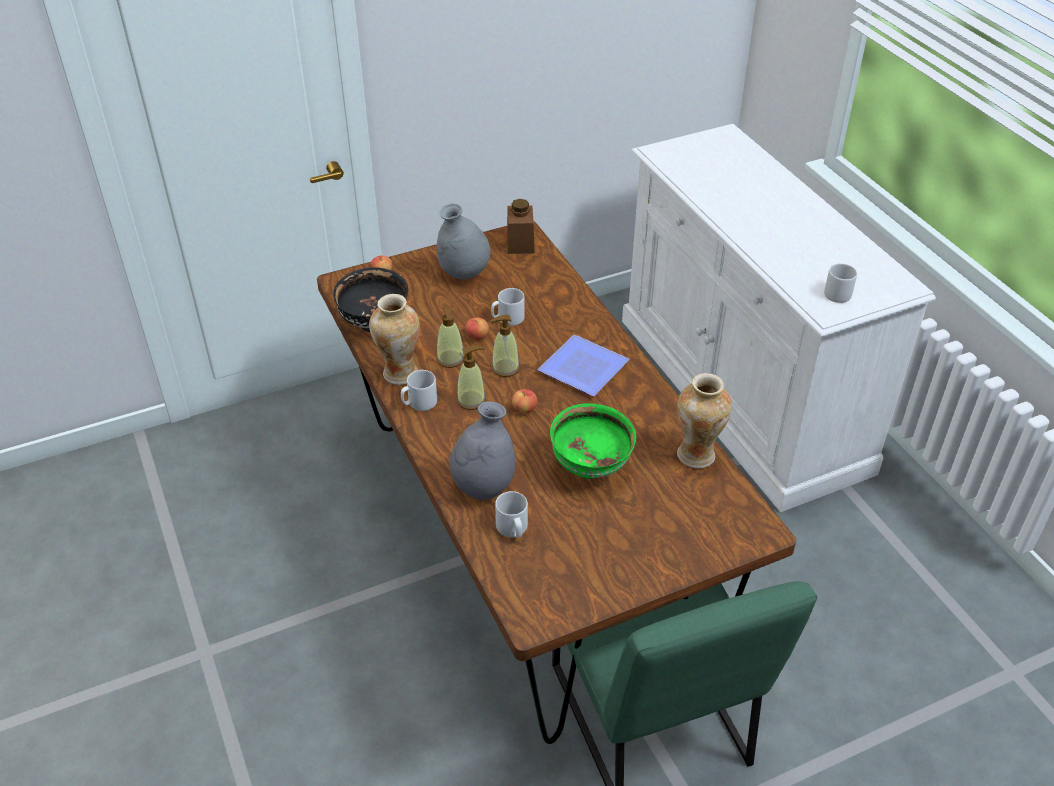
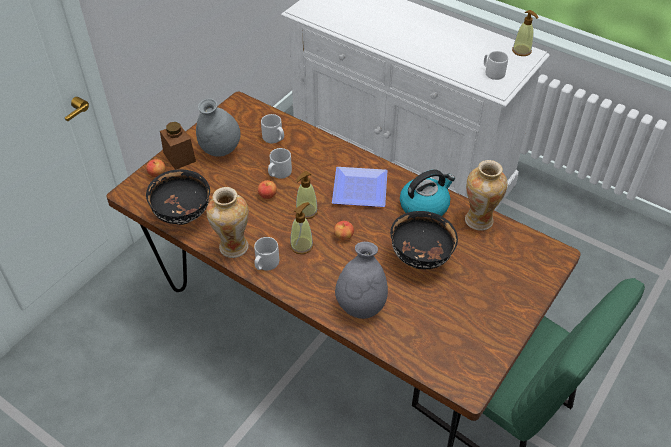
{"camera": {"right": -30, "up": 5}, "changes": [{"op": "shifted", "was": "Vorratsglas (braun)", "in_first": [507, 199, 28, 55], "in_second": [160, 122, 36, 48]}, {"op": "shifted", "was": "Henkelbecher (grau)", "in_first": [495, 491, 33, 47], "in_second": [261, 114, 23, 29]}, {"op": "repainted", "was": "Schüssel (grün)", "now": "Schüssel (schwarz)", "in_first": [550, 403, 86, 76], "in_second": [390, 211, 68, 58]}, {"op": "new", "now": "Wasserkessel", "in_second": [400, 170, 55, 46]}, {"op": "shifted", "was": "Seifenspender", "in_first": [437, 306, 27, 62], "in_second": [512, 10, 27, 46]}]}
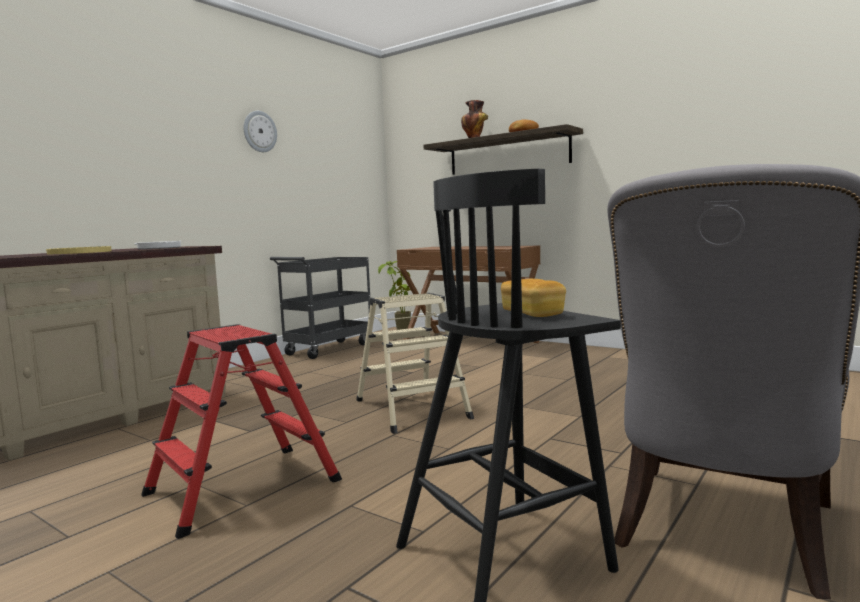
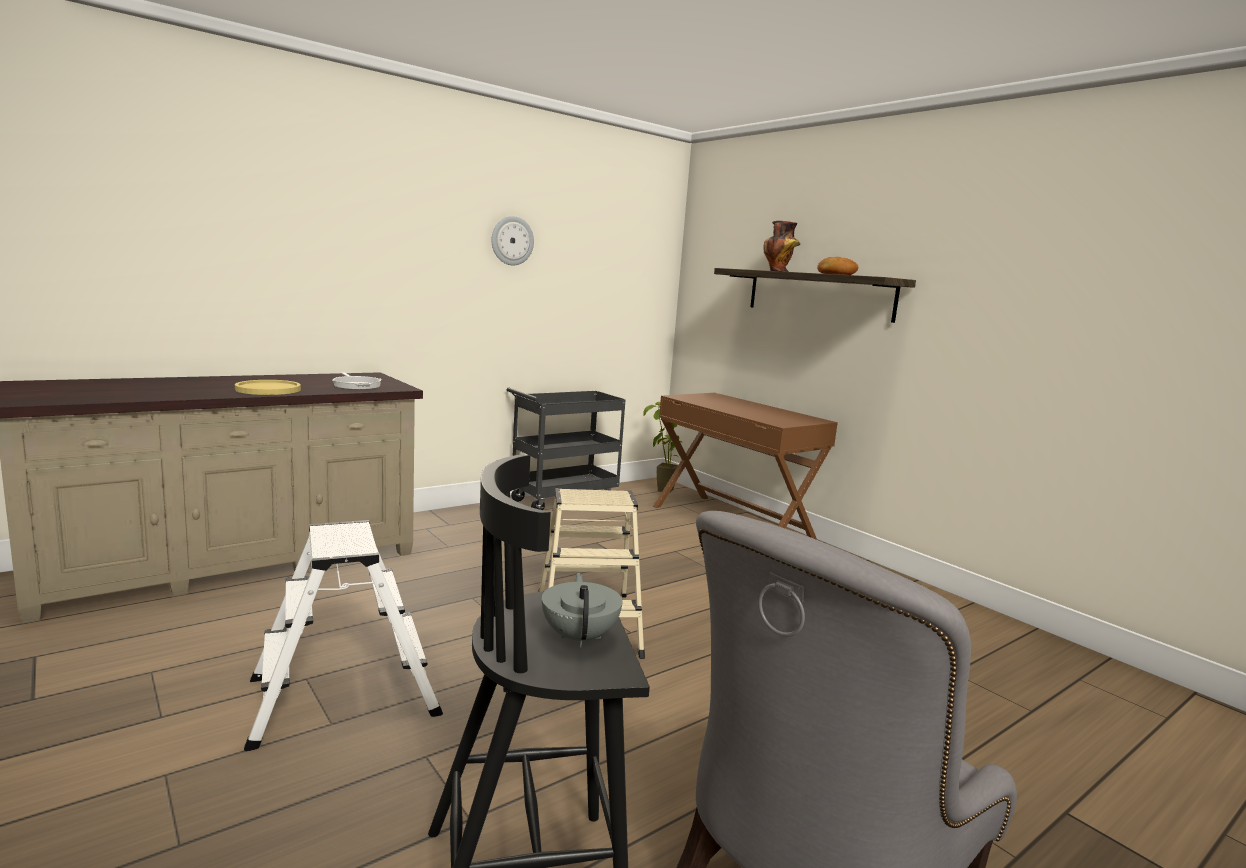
{"camera": {"right": 15, "up": 5}, "changes": [{"op": "repainted", "was": "Trittleiter (rot)", "now": "Trittleiter (weiß)", "in_first": [141, 324, 201, 215], "in_second": [244, 520, 199, 231]}, {"op": "swapped", "was": "Brot", "now": "Teekanne (grau)", "in_first": [501, 279, 65, 38], "in_second": [542, 573, 80, 74]}]}
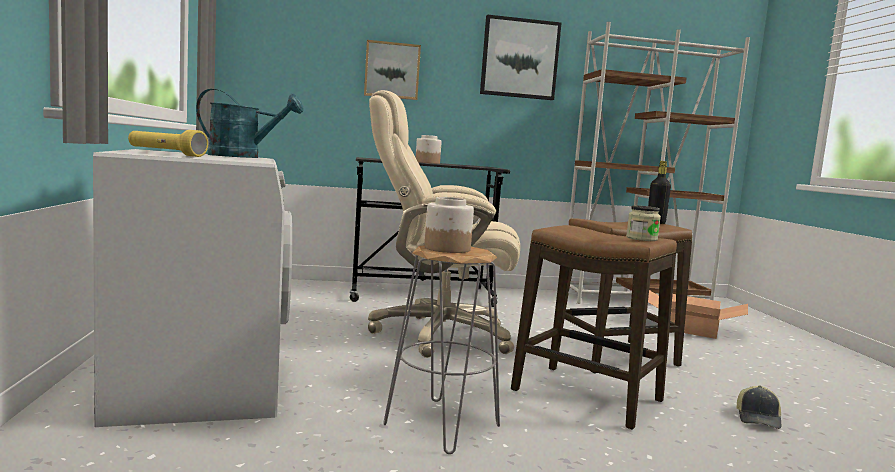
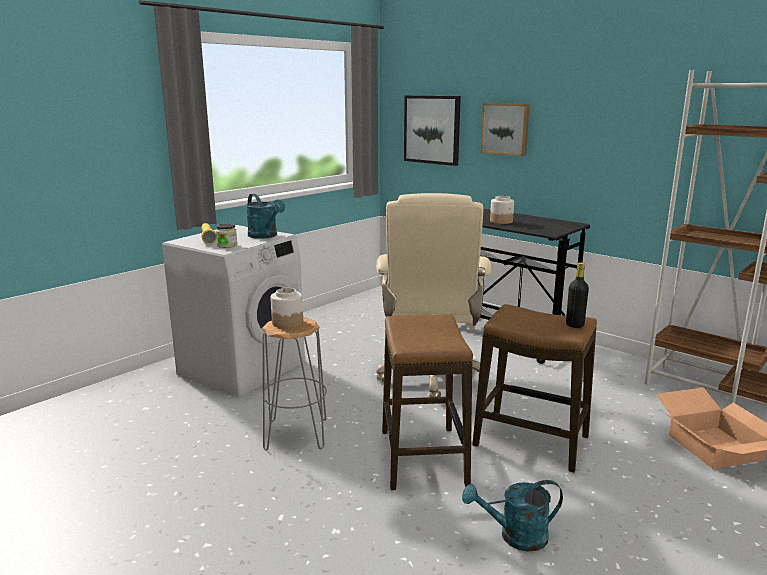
{"camera": {"right": 50, "up": 10}, "changes": [{"op": "shifted", "was": "Vorratsglas", "in_first": [626, 205, 35, 36], "in_second": [216, 224, 21, 24]}, {"op": "rotated", "was": "Bürostuhl (beige)", "in_first": [368, 90, 152, 268], "in_second": [376, 193, 115, 204], "clockwise": -135}, {"op": "shifted", "was": "Bild", "in_first": [480, 14, 81, 86], "in_second": [404, 95, 57, 71]}, {"op": "swapped", "was": "Kappe", "now": "Gießkanne (türkis)", "in_first": [736, 386, 45, 43], "in_second": [462, 480, 101, 71]}]}
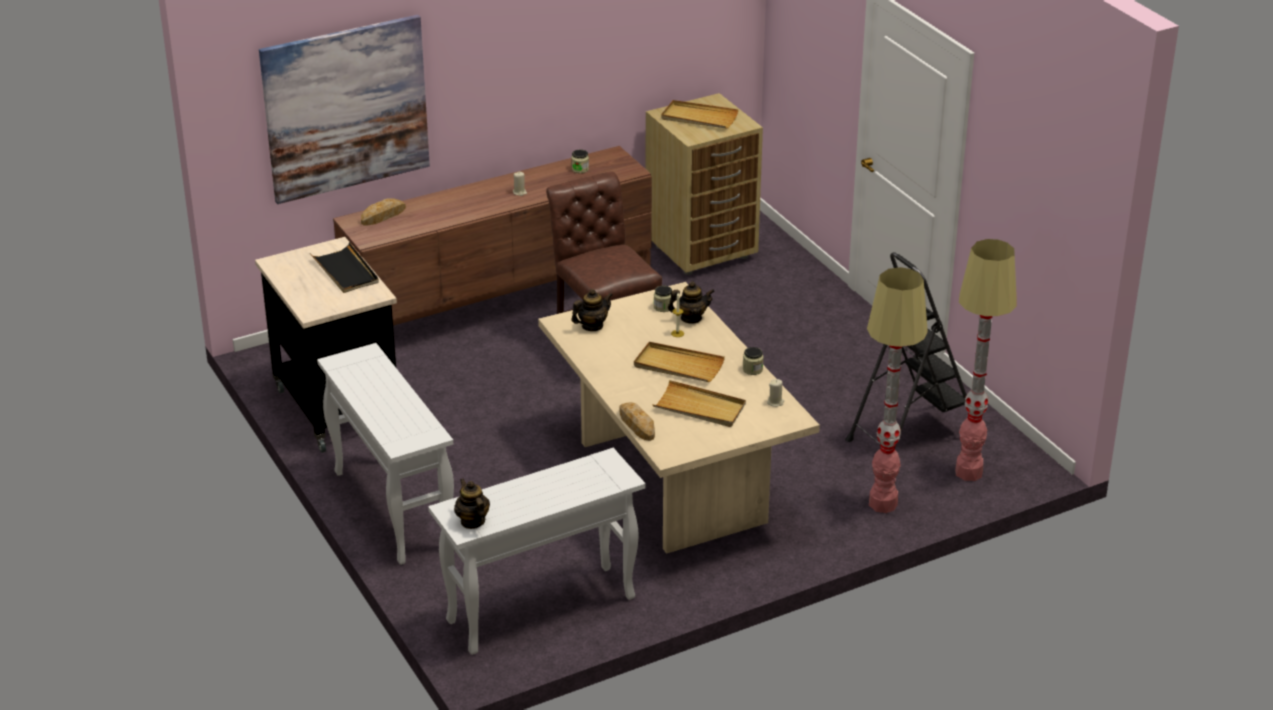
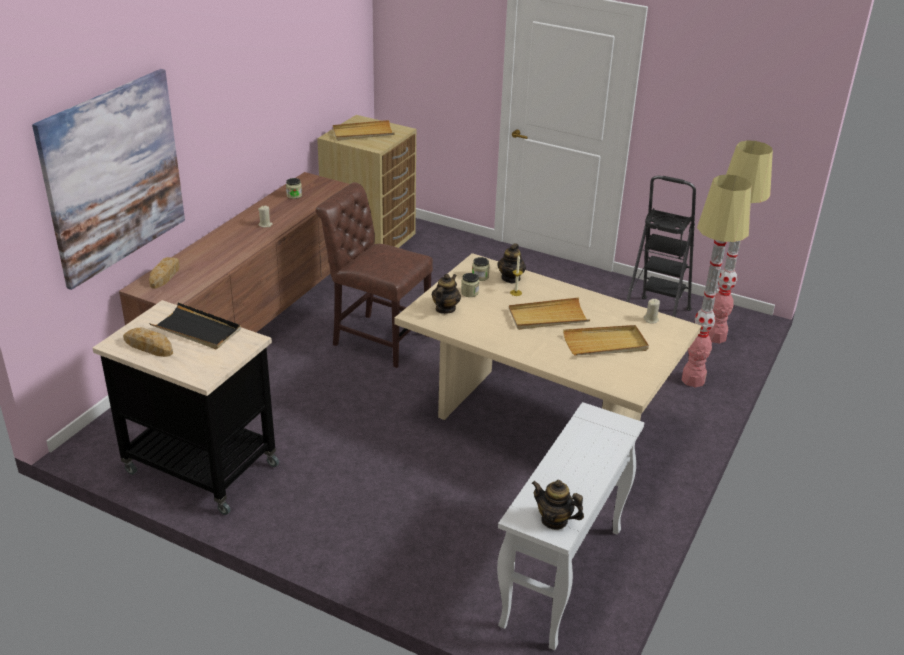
{"camera": {"right": -35, "up": 0}, "changes": [{"op": "shifted", "was": "Brot", "in_first": [619, 402, 36, 39], "in_second": [123, 328, 50, 29]}, {"op": "shifted", "was": "Vorratsglas", "in_first": [743, 347, 20, 28], "in_second": [461, 273, 18, 24]}, {"op": "rotated", "was": "Teekanne", "in_first": [668, 281, 47, 43], "in_second": [497, 243, 29, 40], "clockwise": 150}, {"op": "gone", "was": "Konsolentisch (weiß)", "in_first": [317, 343, 137, 222]}]}
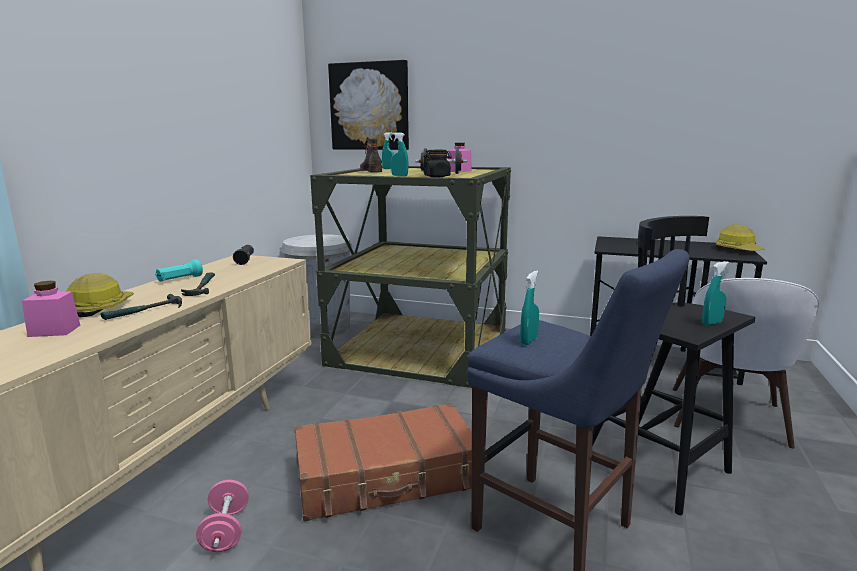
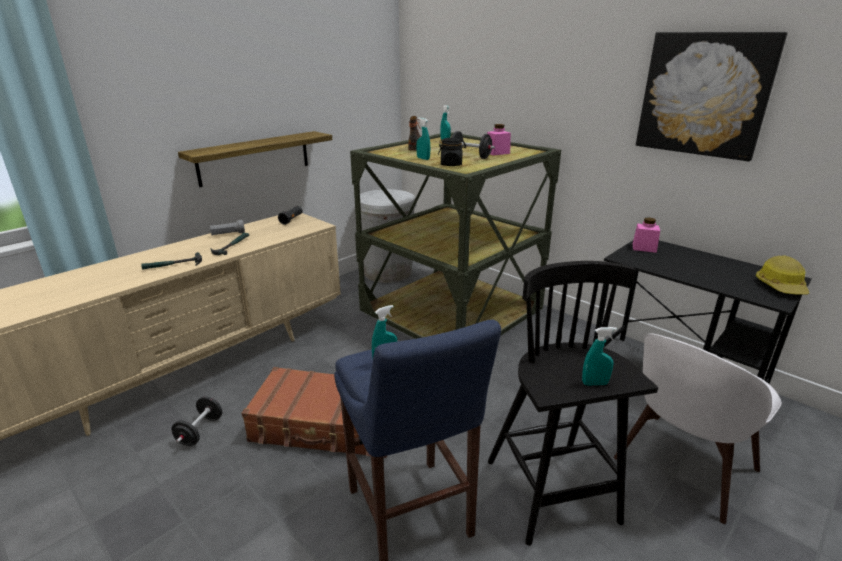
{"camera": {"right": 25, "up": 10}, "changes": [{"op": "repainted", "was": "Hantel (rosa)", "now": "Hantel (schwarz)", "in_first": [196, 480, 53, 72], "in_second": [171, 396, 51, 50]}, {"op": "new", "now": "Wandregal", "in_second": [178, 131, 154, 56]}, {"op": "repainted", "was": "Taschenlampe (türkis)", "now": "Taschenlampe (grau)", "in_first": [155, 259, 48, 23], "in_second": [210, 220, 35, 15]}, {"op": "shifted", "was": "Vorratsglas (rosa)", "in_first": [22, 281, 58, 56], "in_second": [632, 218, 28, 35]}, {"op": "shifted", "was": "Bild", "in_first": [328, 60, 81, 90], "in_second": [636, 32, 151, 129]}, {"op": "gone", "was": "Schutzhelm", "in_first": [66, 273, 68, 44]}]}
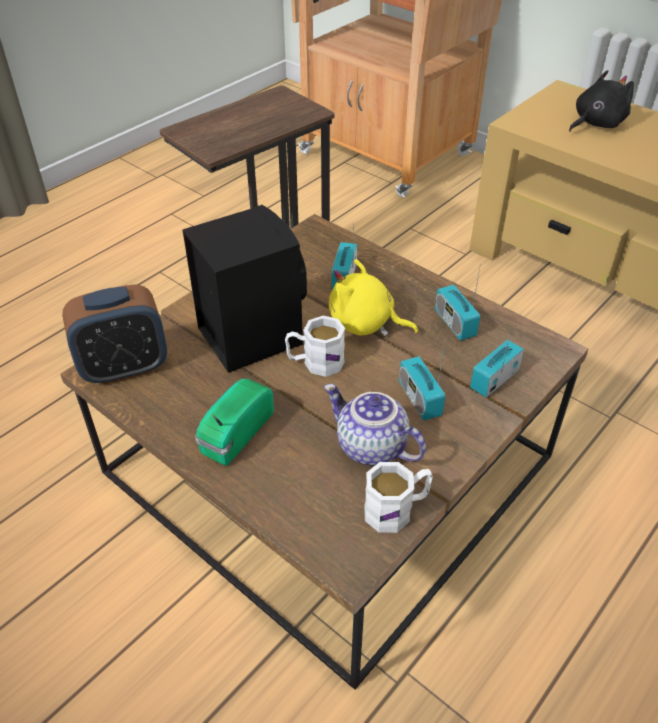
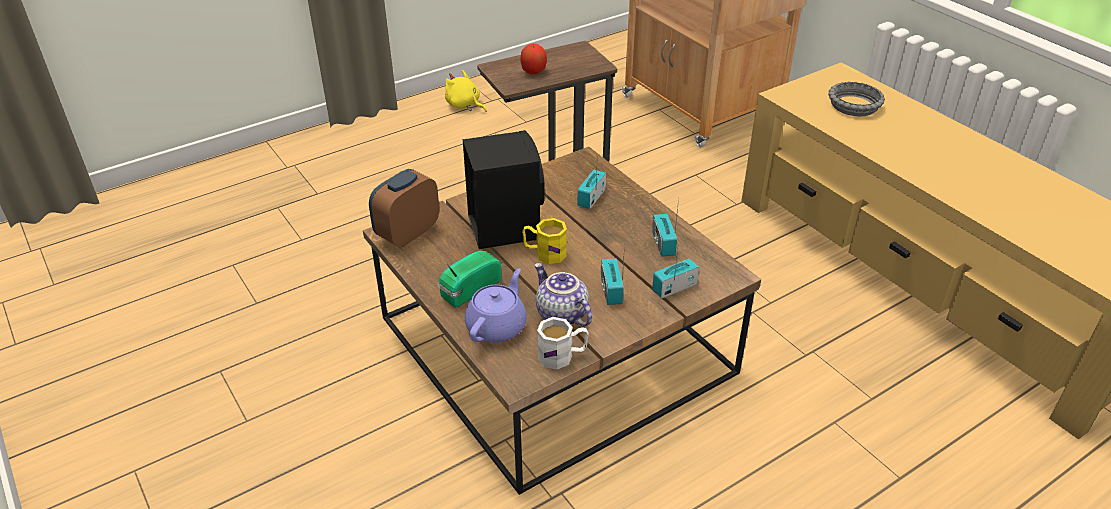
{"camera": {"right": 15, "up": -5}, "changes": [{"op": "rotated", "was": "Wecker", "in_first": [62, 284, 105, 101], "in_second": [369, 169, 70, 78], "clockwise": 135}, {"op": "shifted", "was": "Plüschtier (gelb)", "in_first": [329, 259, 89, 77], "in_second": [445, 70, 42, 42]}, {"op": "new", "now": "Teekanne (lila)", "in_second": [465, 268, 62, 75]}, {"op": "new", "now": "Apfel", "in_second": [520, 44, 27, 31]}, {"op": "repainted", "was": "Henkelbecher (weiß)", "now": "Henkelbecher (gelb)", "in_first": [285, 316, 60, 61], "in_second": [522, 218, 45, 46]}, {"op": "swapped", "was": "Plüschtier (schwarz)", "now": "Schüssel (grau)", "in_first": [569, 70, 65, 62], "in_second": [828, 81, 57, 35]}]}
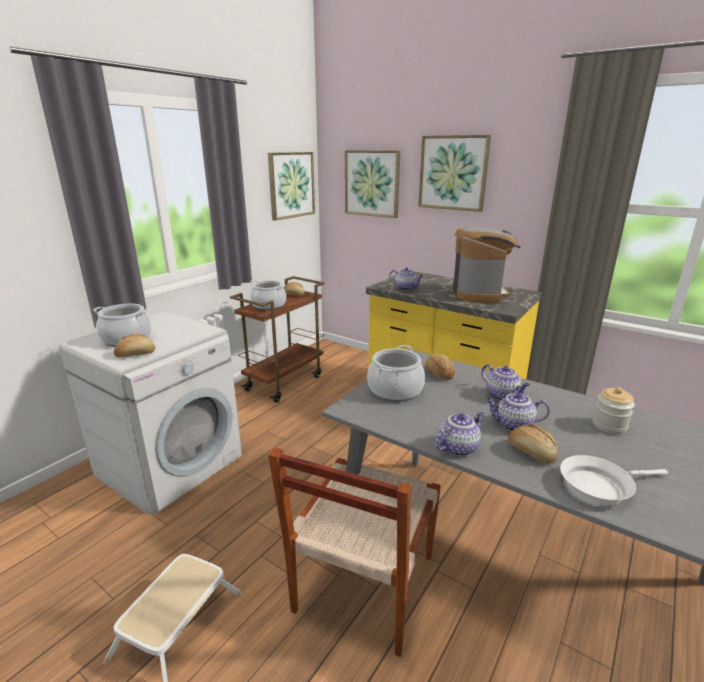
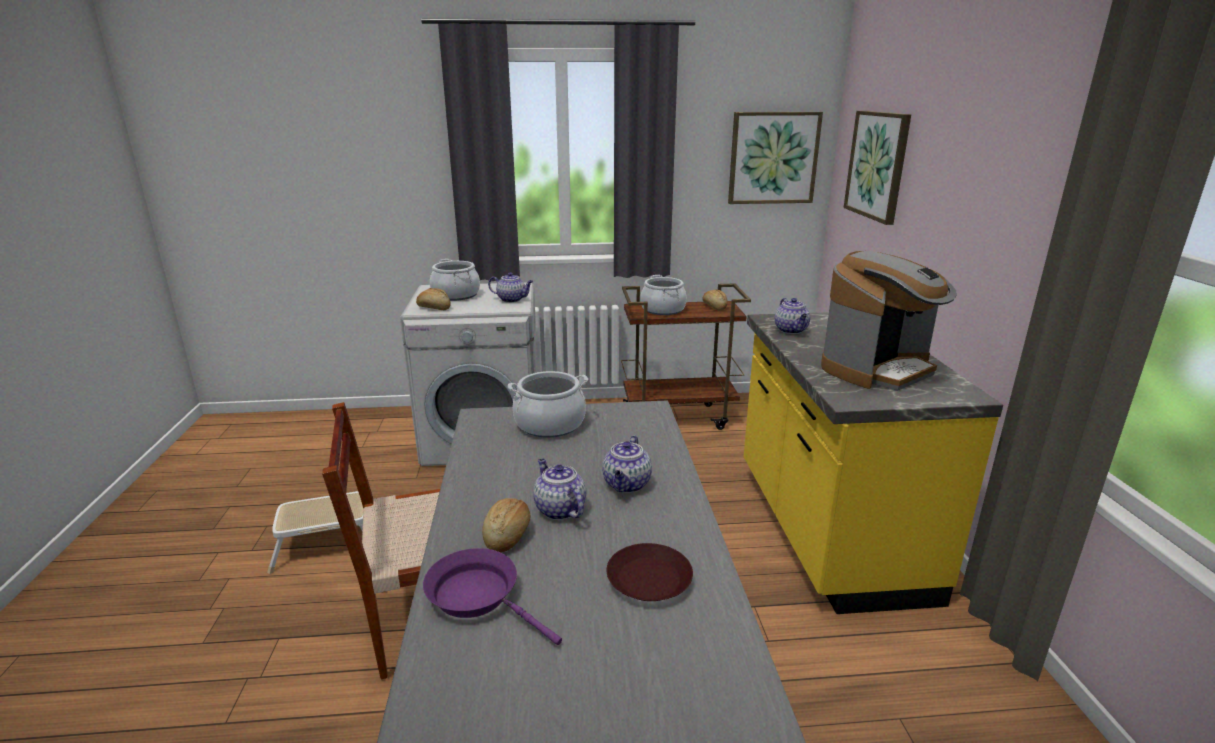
{"camera": {"right": 50, "up": 0}, "changes": [{"op": "repainted", "was": "Pfanne (weiß)", "now": "Pfanne (lila)", "in_first": [560, 455, 108, 51], "in_second": [423, 548, 139, 97]}, {"op": "shifted", "was": "Teekanne", "in_first": [435, 412, 49, 44], "in_second": [488, 272, 45, 31]}, {"op": "swapped", "was": "Vorratsglas", "now": "Teller (braun)", "in_first": [593, 387, 42, 47], "in_second": [606, 543, 87, 58]}, {"op": "gone", "was": "Bild", "in_first": [418, 135, 73, 77]}, {"op": "gone", "was": "Brot", "in_first": [425, 354, 30, 26]}]}
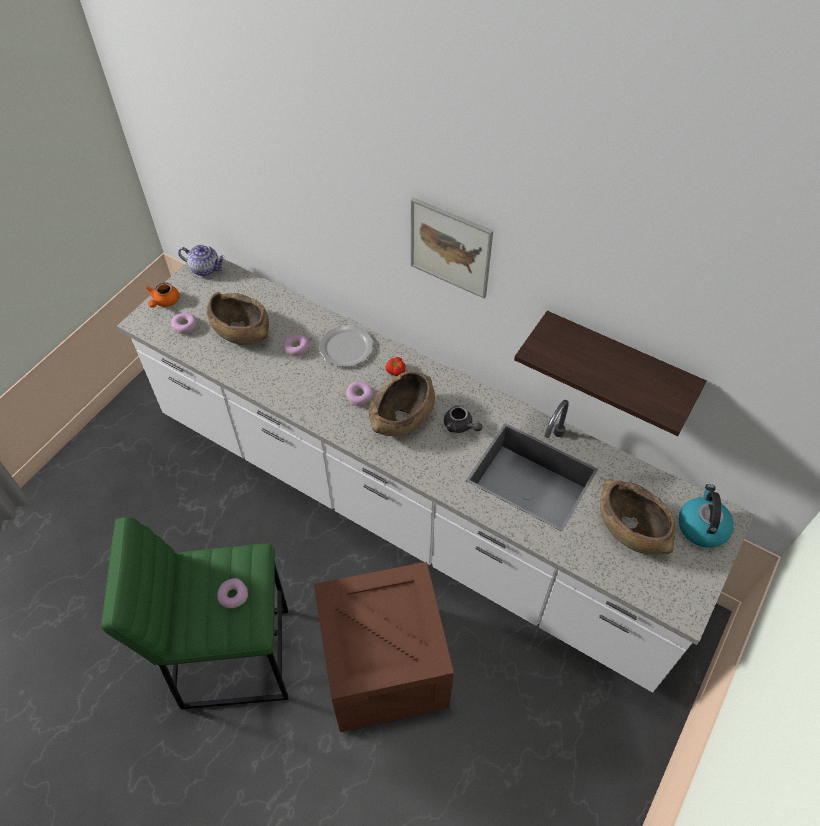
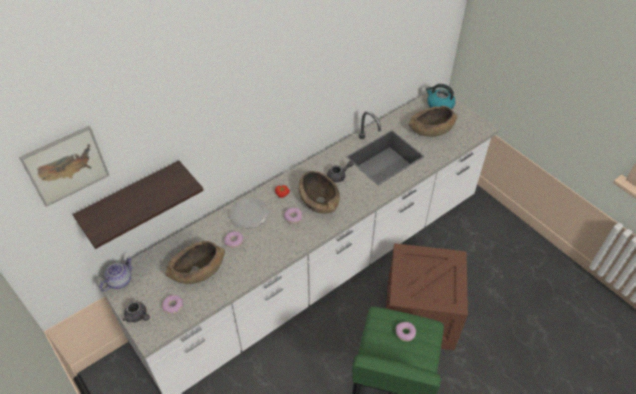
{"camera": {"right": -70, "up": -5}, "changes": [{"op": "shifted", "was": "Bild", "in_first": [411, 197, 82, 101], "in_second": [19, 126, 91, 81]}, {"op": "shifted", "was": "Wandregal", "in_first": [514, 311, 193, 125], "in_second": [73, 161, 131, 88]}, {"op": "repainted", "was": "Teekanne (orange)", "now": "Teekanne (grau)", "in_first": [145, 282, 35, 26], "in_second": [123, 301, 27, 21]}]}
